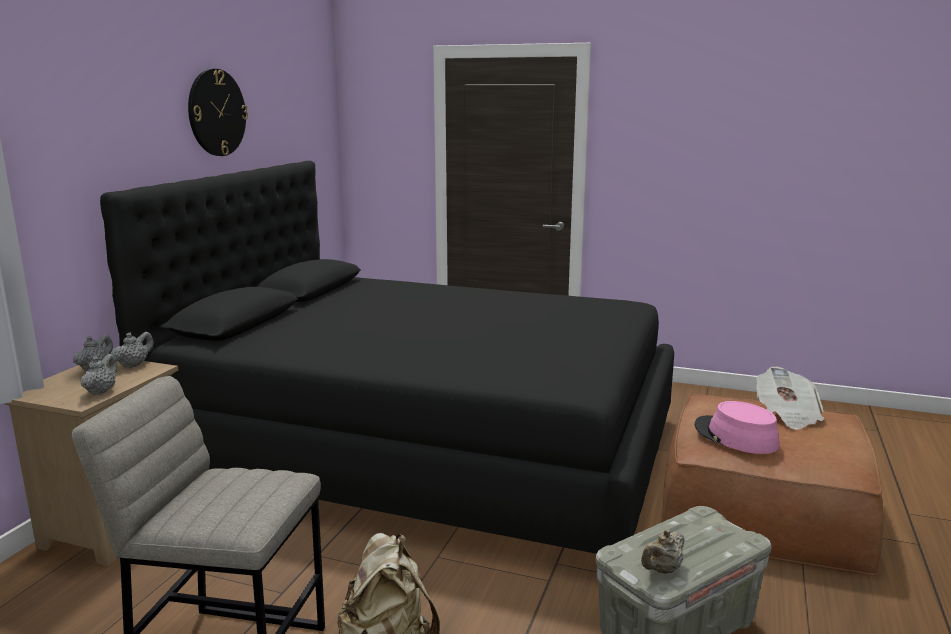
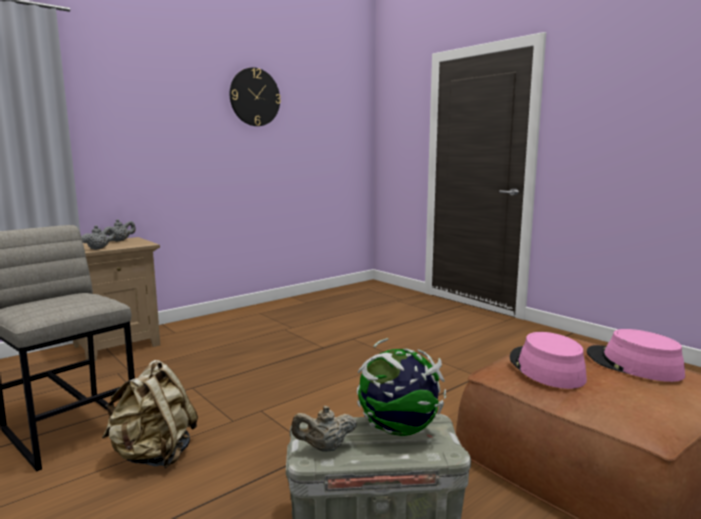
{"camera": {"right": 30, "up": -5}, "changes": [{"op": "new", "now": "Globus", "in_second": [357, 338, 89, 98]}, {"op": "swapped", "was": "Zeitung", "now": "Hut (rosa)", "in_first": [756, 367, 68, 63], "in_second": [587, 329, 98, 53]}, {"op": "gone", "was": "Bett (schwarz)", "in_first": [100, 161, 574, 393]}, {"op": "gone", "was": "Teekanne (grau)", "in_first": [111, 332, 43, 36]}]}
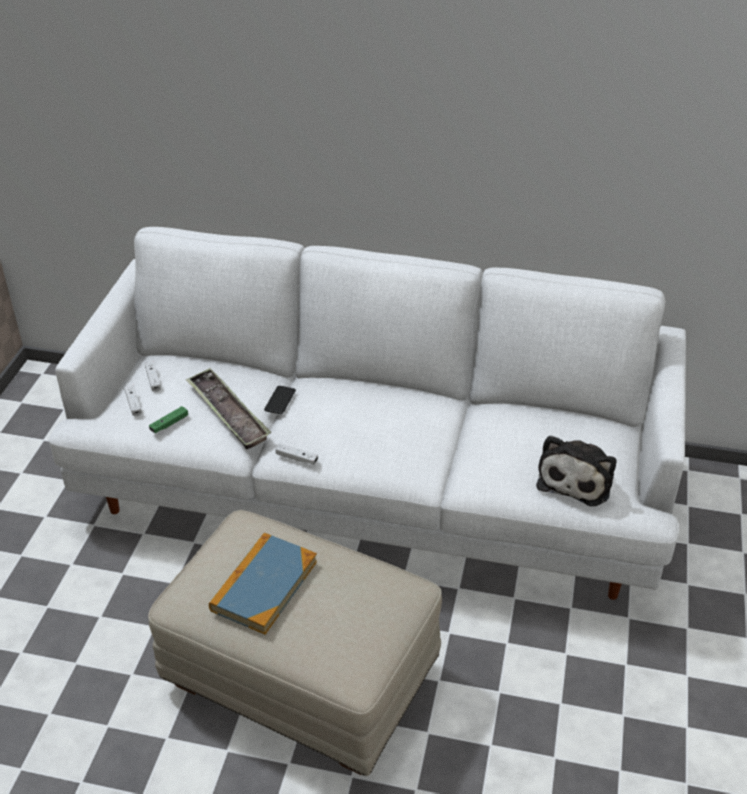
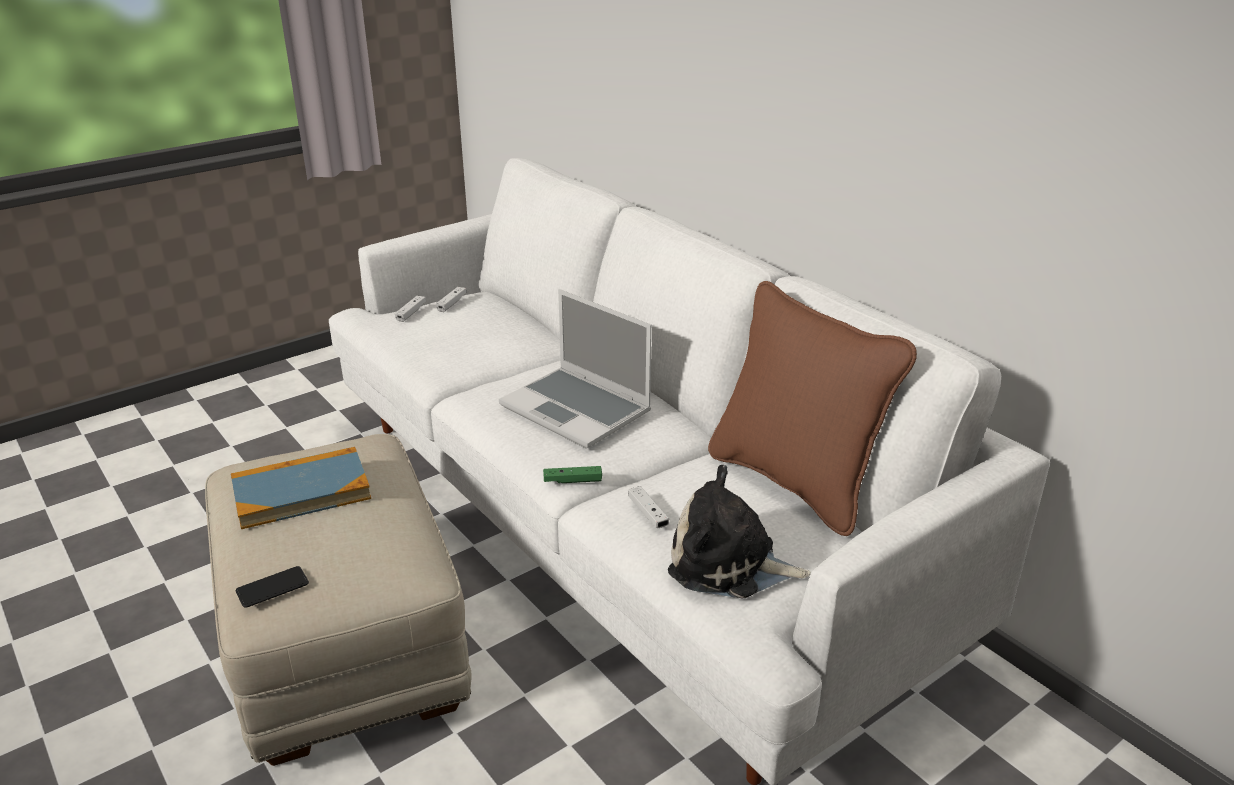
{"camera": {"right": 40, "up": -10}, "changes": [{"op": "shifted", "was": "Handy", "in_first": [264, 386, 32, 28], "in_second": [236, 566, 73, 42]}, {"op": "new", "now": "Laptop", "in_second": [499, 289, 153, 160]}, {"op": "shifted", "was": "Gamepad (grün)", "in_first": [149, 406, 39, 27], "in_second": [543, 466, 59, 17]}, {"op": "shifted", "was": "Gamepad (weiß)", "in_first": [275, 443, 43, 22], "in_second": [628, 486, 41, 42]}, {"op": "rotated", "was": "Plüschtier", "in_first": [536, 435, 80, 71], "in_second": [668, 465, 143, 133], "clockwise": 45}, {"op": "new", "now": "Kissen (braun)", "in_second": [708, 281, 209, 255]}, {"op": "gone", "was": "Tablett", "in_first": [186, 368, 85, 81]}]}
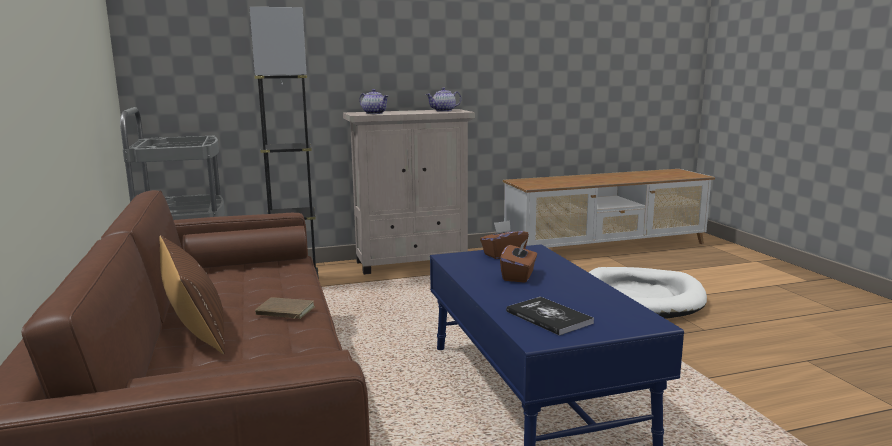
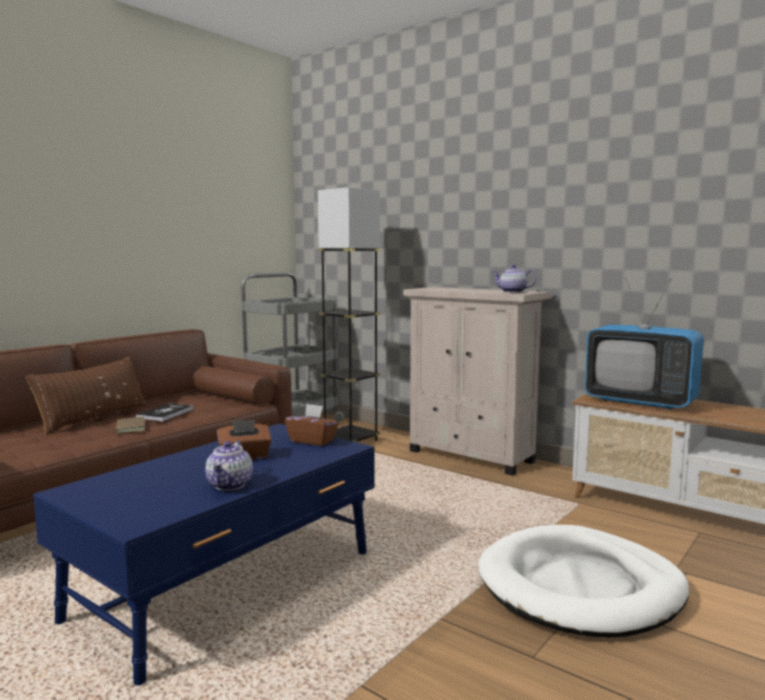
{"camera": {"right": 55, "up": -5}, "changes": [{"op": "shifted", "was": "Buch", "in_first": [506, 296, 88, 40], "in_second": [136, 403, 58, 18]}, {"op": "shifted", "was": "Teekanne", "in_first": [359, 89, 30, 25], "in_second": [205, 441, 48, 49]}, {"op": "new", "now": "Fernseher", "in_second": [584, 278, 120, 132]}]}
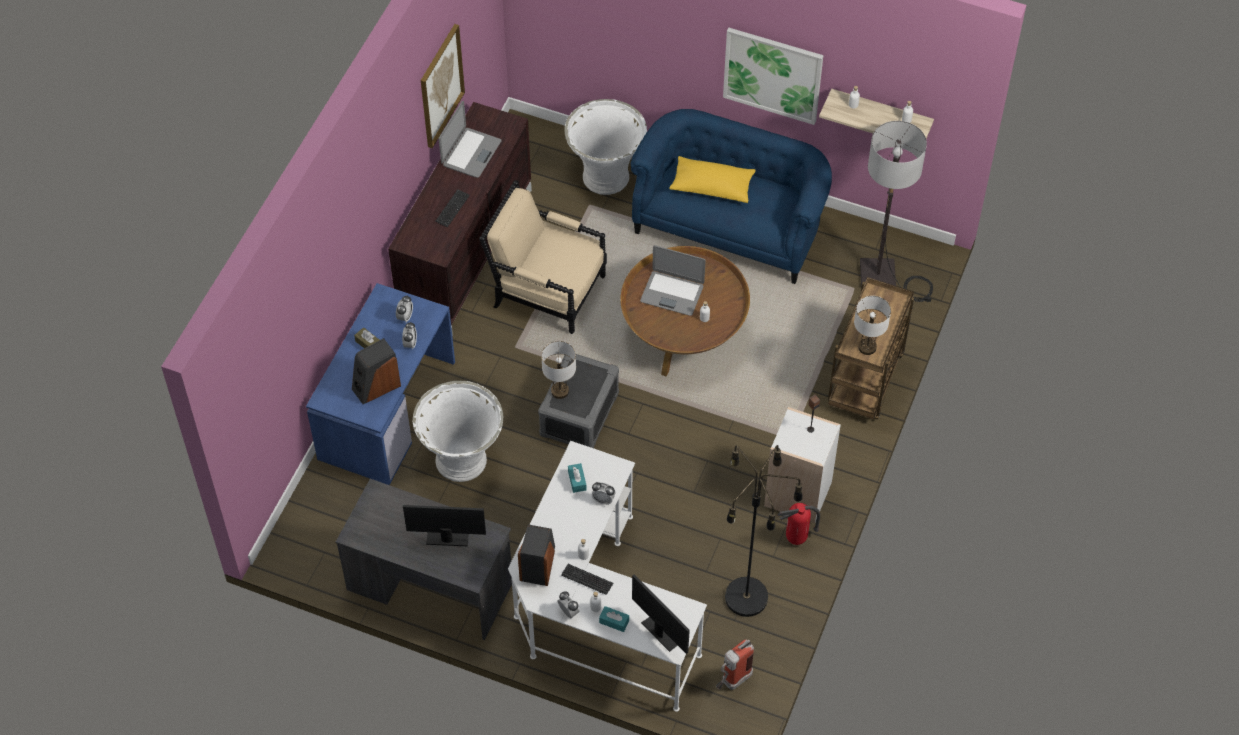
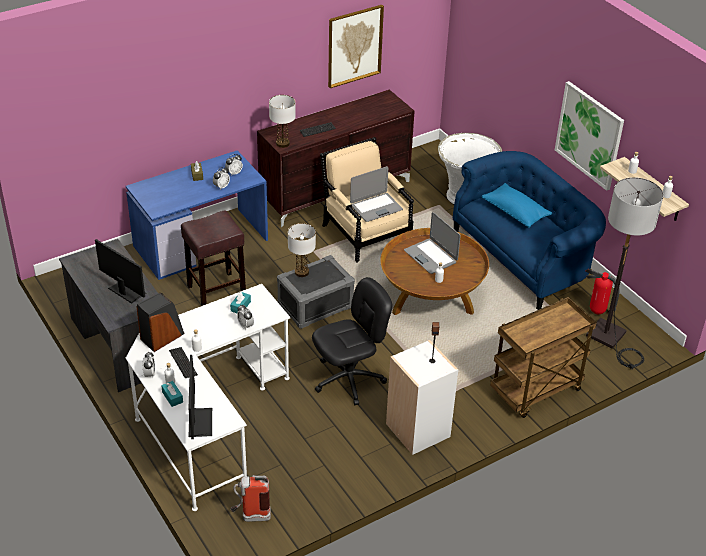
{"camera": {"right": 35, "up": -15}, "changes": [{"op": "swapped", "was": "Pflanzkübel (weiß)", "now": "Hocker (braun)", "in_first": [413, 381, 90, 101], "in_second": [181, 210, 65, 96]}, {"op": "shifted", "was": "Tischlampe", "in_first": [854, 295, 37, 60], "in_second": [269, 95, 27, 53]}, {"op": "new", "now": "Bürostuhl (schwarz)", "in_second": [312, 277, 80, 128]}, {"op": "shifted", "was": "Laptop", "in_first": [439, 101, 63, 77], "in_second": [350, 166, 53, 56]}, {"op": "repainted", "was": "Kissen (gelb)", "now": "Kissen (blau)", "in_first": [669, 156, 87, 47], "in_second": [481, 183, 71, 45]}, {"op": "shifted", "was": "Feuerlöscher", "in_first": [777, 503, 43, 42], "in_second": [585, 269, 35, 45]}, {"op": "gone", "was": "Lautsprecher", "in_first": [352, 338, 49, 66]}, {"op": "gone", "was": "Stehlampe", "in_first": [725, 445, 77, 172]}]}
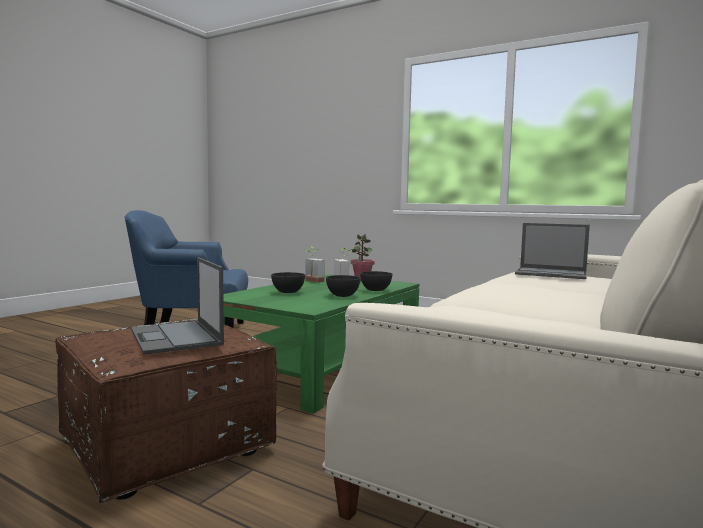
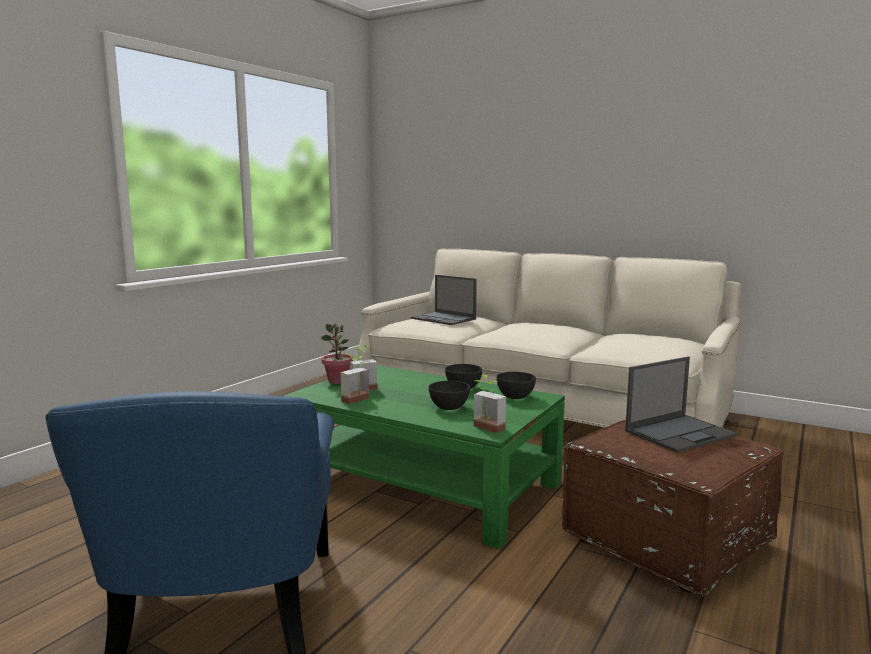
{"camera": {"right": -90, "up": 5}, "changes": [{"op": "rotated", "was": "Laptop", "in_first": [515, 223, 75, 56], "in_second": [411, 275, 66, 50], "clockwise": 105}, {"op": "new", "now": "Topfpflanze", "in_second": [474, 375, 32, 58]}, {"op": "shifted", "was": "Schüssel (grau)", "in_first": [360, 271, 32, 20], "in_second": [496, 372, 40, 27]}]}
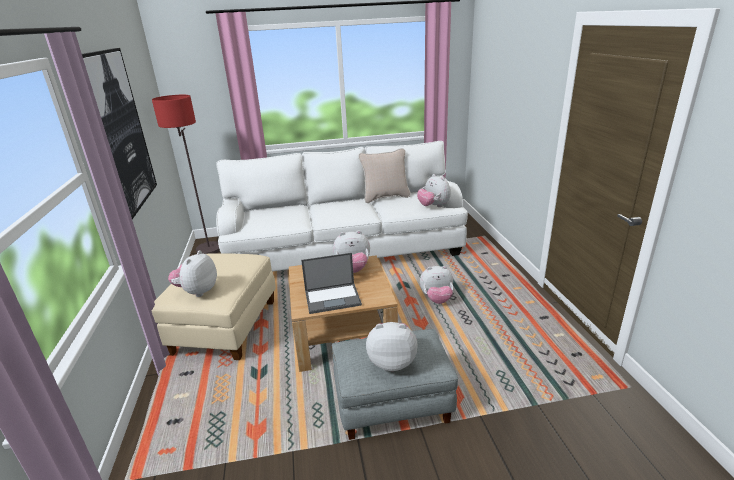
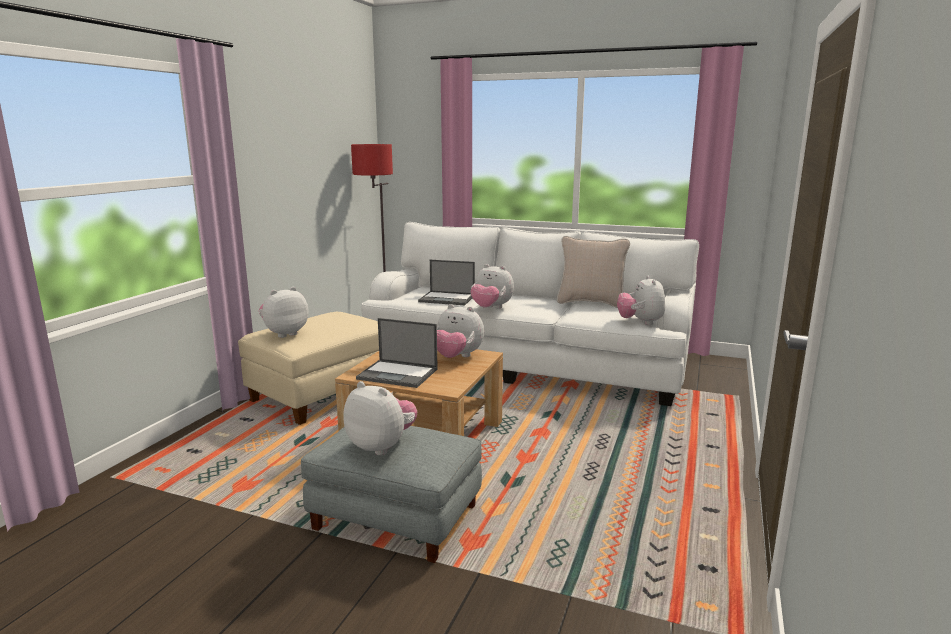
{"camera": {"right": 30, "up": -10}, "changes": [{"op": "new", "now": "Laptop", "in_second": [418, 260, 57, 45]}, {"op": "shifted", "was": "Plüschtier", "in_first": [420, 266, 33, 38], "in_second": [470, 264, 44, 45]}, {"op": "gone", "was": "Bild", "in_first": [82, 48, 75, 171]}]}
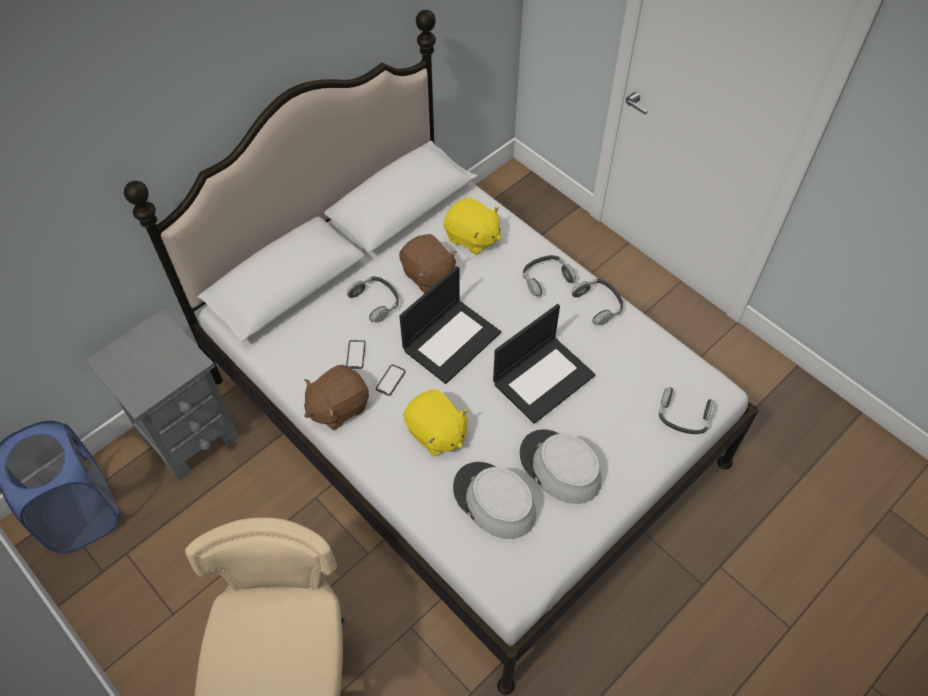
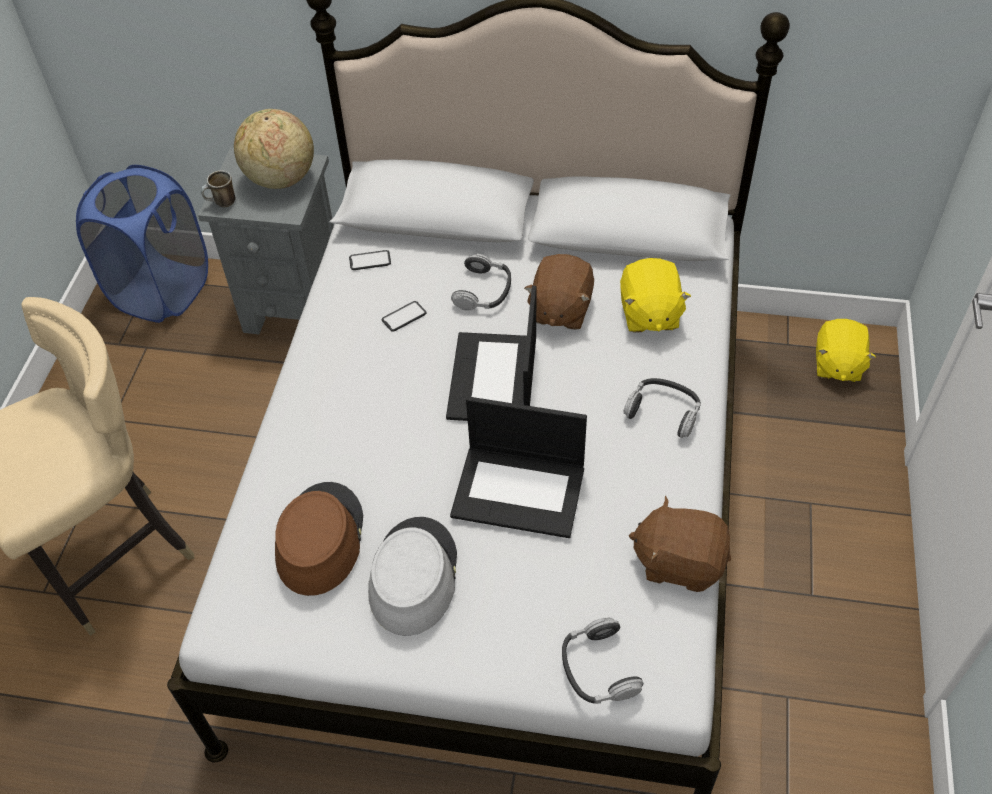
{"camera": {"right": 55, "up": -5}, "changes": [{"op": "new", "now": "Henkelbecher", "in_second": [201, 170, 35, 37]}, {"op": "new", "now": "Globus", "in_second": [234, 109, 80, 80]}, {"op": "repainted", "was": "Hut (grau)", "now": "Hut (braun)", "in_first": [453, 462, 83, 77], "in_second": [275, 482, 88, 114]}, {"op": "shifted", "was": "Handy", "in_first": [376, 364, 30, 32], "in_second": [349, 250, 42, 20]}, {"op": "rotated", "was": "Laptop", "in_first": [399, 266, 102, 118], "in_second": [446, 286, 90, 135], "clockwise": 90}, {"op": "shifted", "was": "Plüschtier (braun)", "in_first": [304, 365, 65, 65], "in_second": [629, 496, 102, 96]}, {"op": "shifted", "was": "Plüschtier (gelb)", "in_first": [403, 389, 66, 68], "in_second": [816, 319, 60, 63]}, {"op": "gone", "was": "Kopfhörer", "in_first": [571, 279, 52, 46]}]}
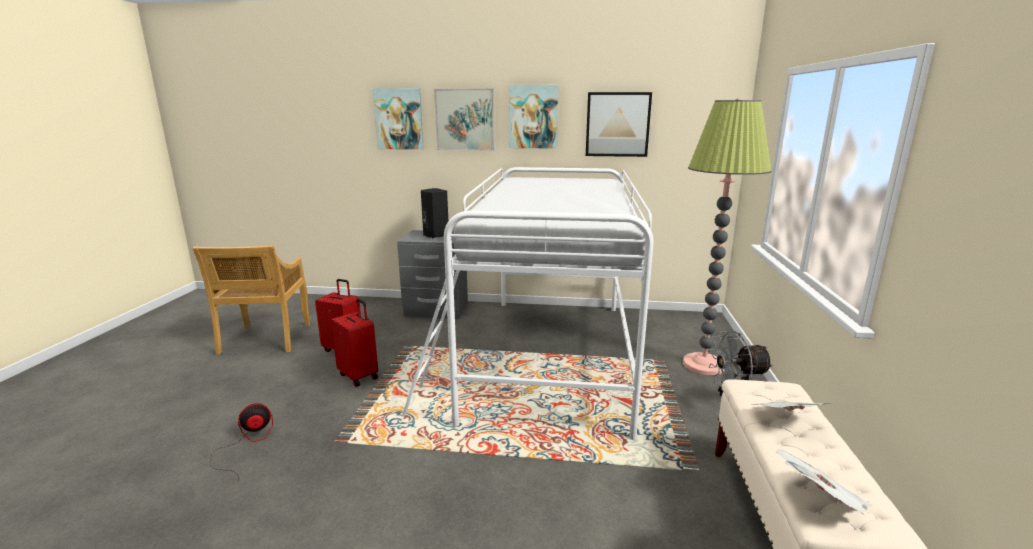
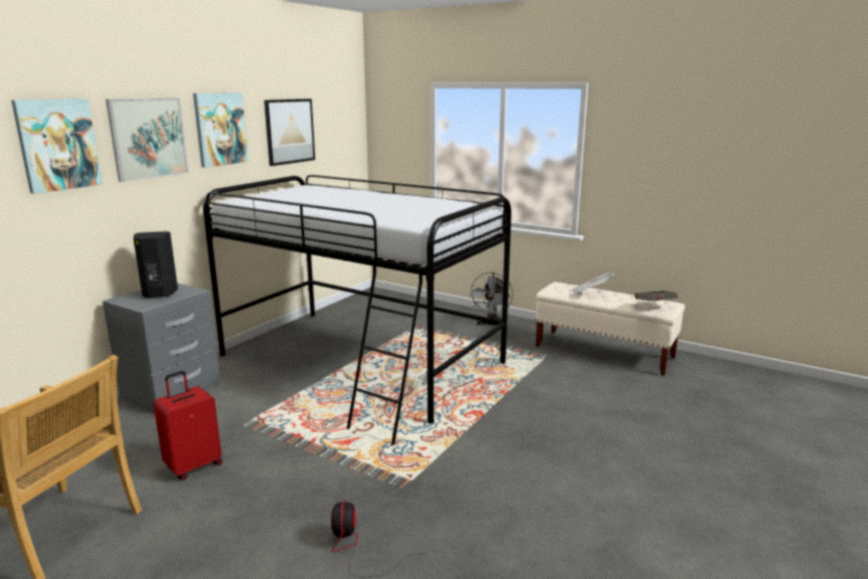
{"camera": {"right": -65, "up": 0}, "changes": [{"op": "repainted", "was": "Bett (weiß)", "now": "Bett (schwarz)", "in_first": [402, 167, 251, 273], "in_second": [203, 175, 308, 270]}, {"op": "gone", "was": "Koffer (rot)", "in_first": [331, 299, 47, 88]}, {"op": "gone", "was": "Stehlampe", "in_first": [683, 99, 89, 276]}]}
